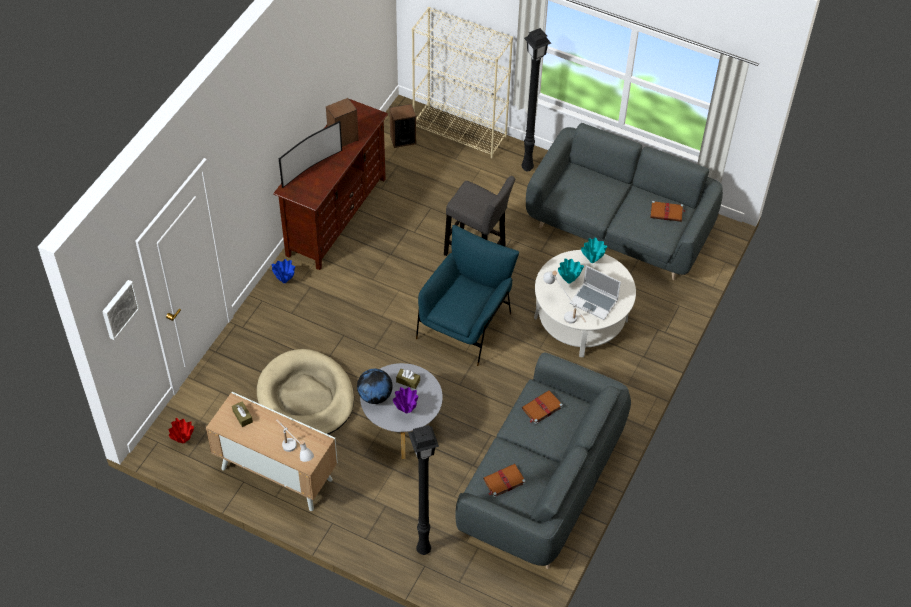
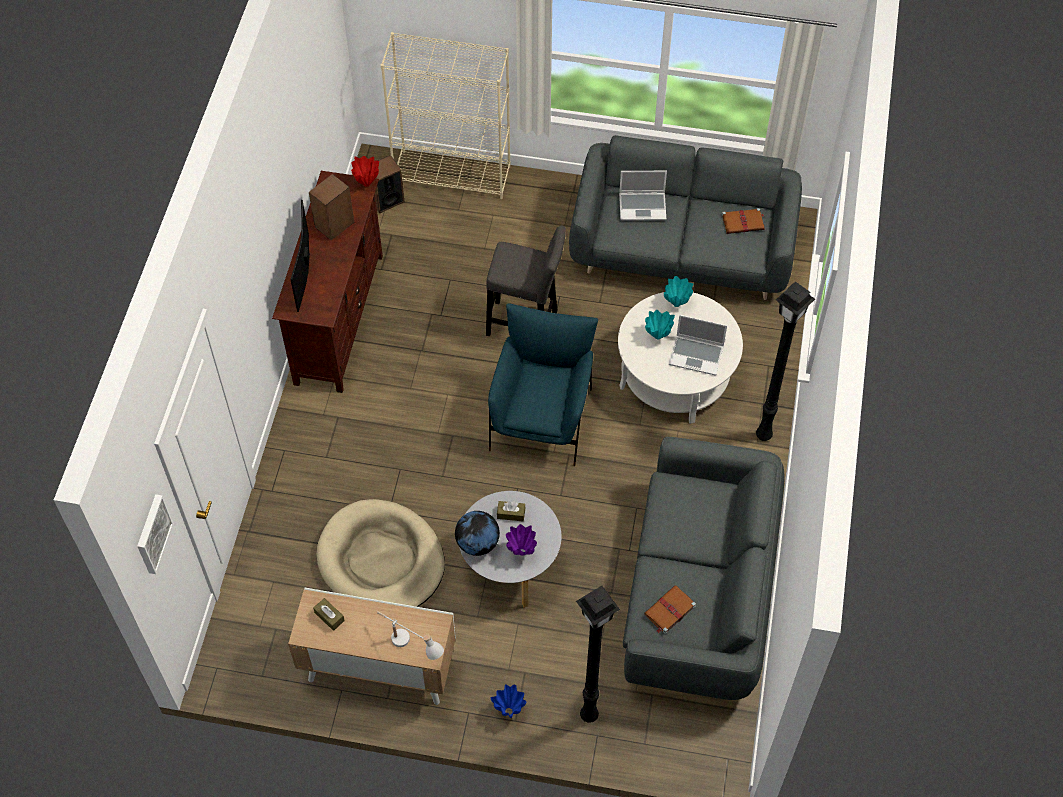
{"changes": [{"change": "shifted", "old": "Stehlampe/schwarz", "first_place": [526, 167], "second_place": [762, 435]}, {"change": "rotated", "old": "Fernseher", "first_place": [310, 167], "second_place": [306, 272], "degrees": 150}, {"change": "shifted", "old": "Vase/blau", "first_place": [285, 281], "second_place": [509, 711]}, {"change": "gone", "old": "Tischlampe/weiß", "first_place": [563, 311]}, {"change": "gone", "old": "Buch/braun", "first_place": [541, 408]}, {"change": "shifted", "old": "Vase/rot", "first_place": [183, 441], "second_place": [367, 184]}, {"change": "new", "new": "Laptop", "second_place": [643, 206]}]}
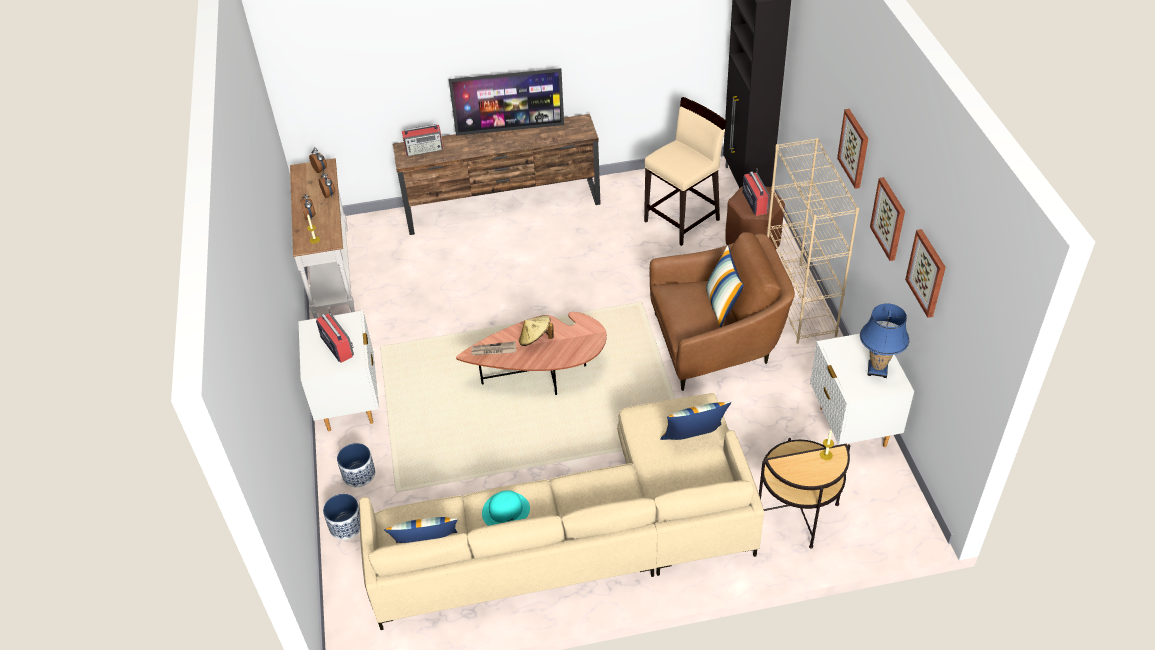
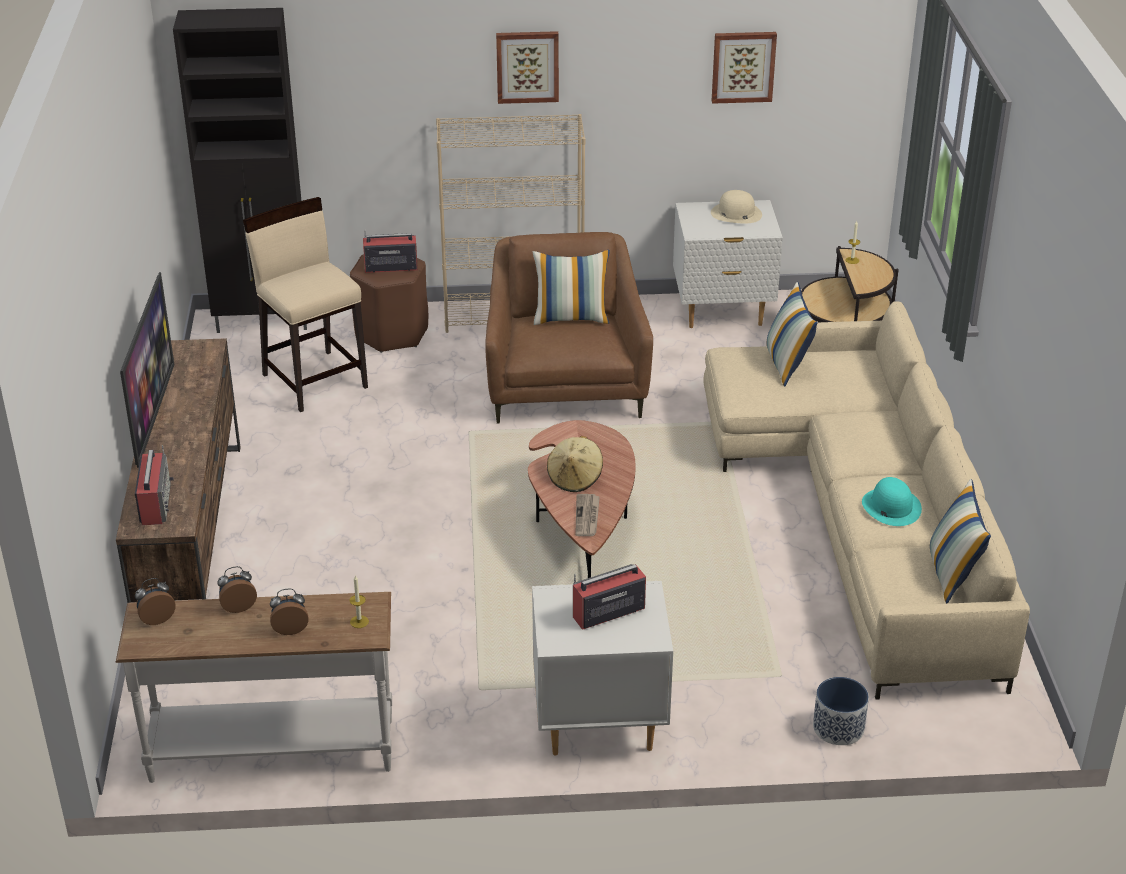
{"changes": [{"change": "gone", "old": "Bild", "first_place": [889, 218]}, {"change": "swapped", "old": "Tischlampe/blau", "new": "Hut/beige", "first_place": [877, 369], "second_place": [736, 213]}, {"change": "gone", "old": "Pflanzkübel", "first_place": [358, 474]}]}
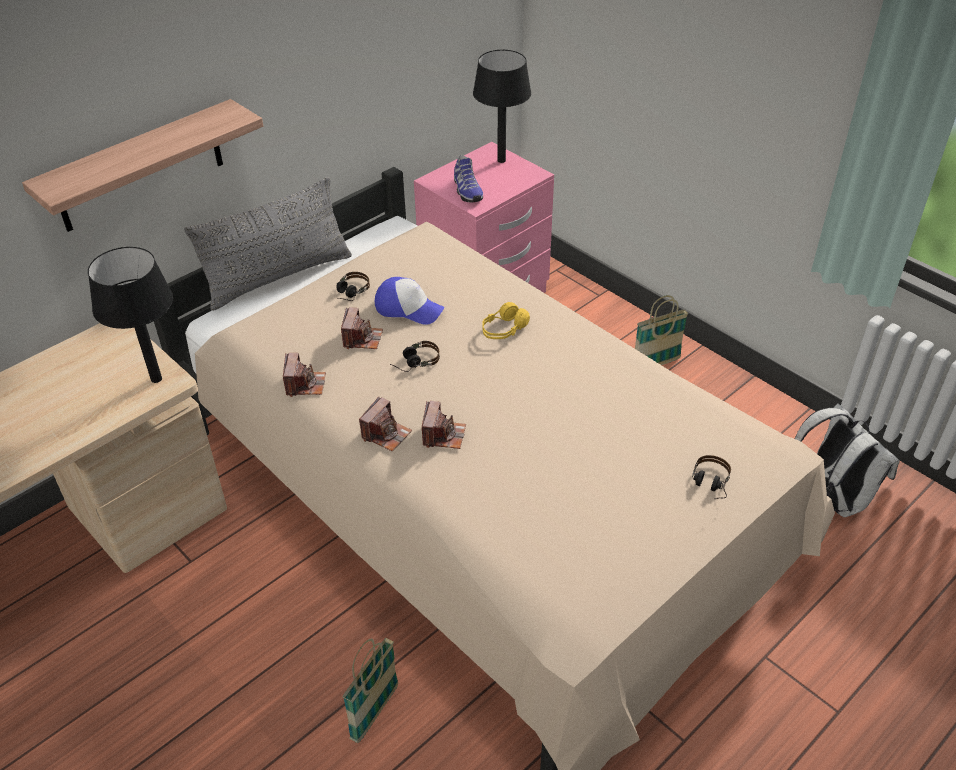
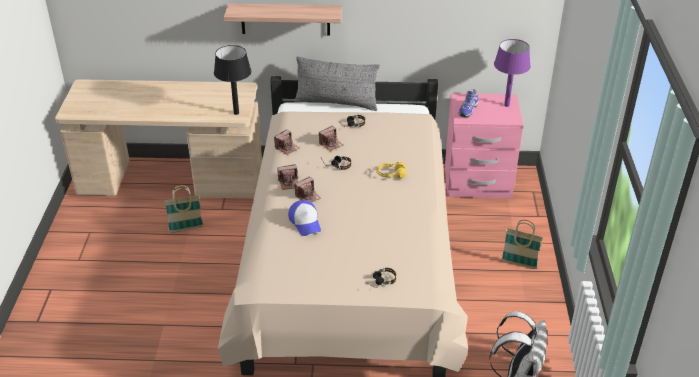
{"changes": [{"change": "repainted", "old": "Tischlampe/schwarz", "new": "Tischlampe/lila", "first_place": [501, 160], "second_place": [507, 105]}, {"change": "shifted", "old": "Kappe", "first_place": [408, 308], "second_place": [305, 222]}, {"change": "shifted", "old": "Korb", "first_place": [375, 712], "second_place": [186, 229]}]}
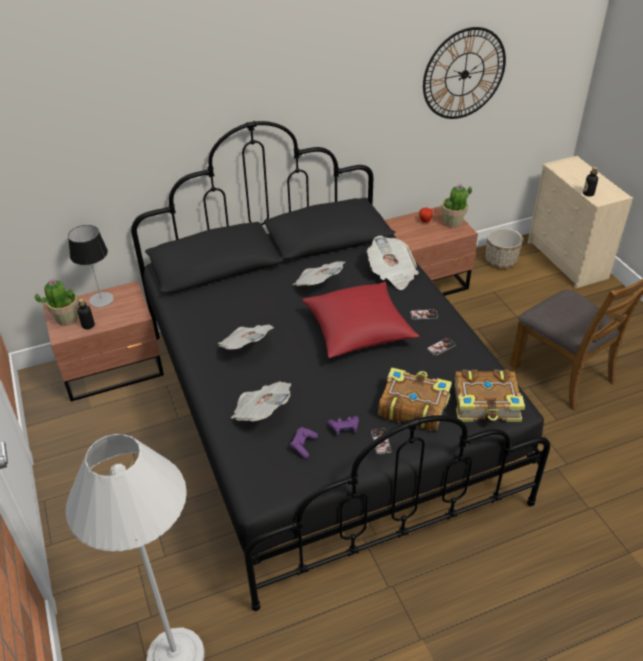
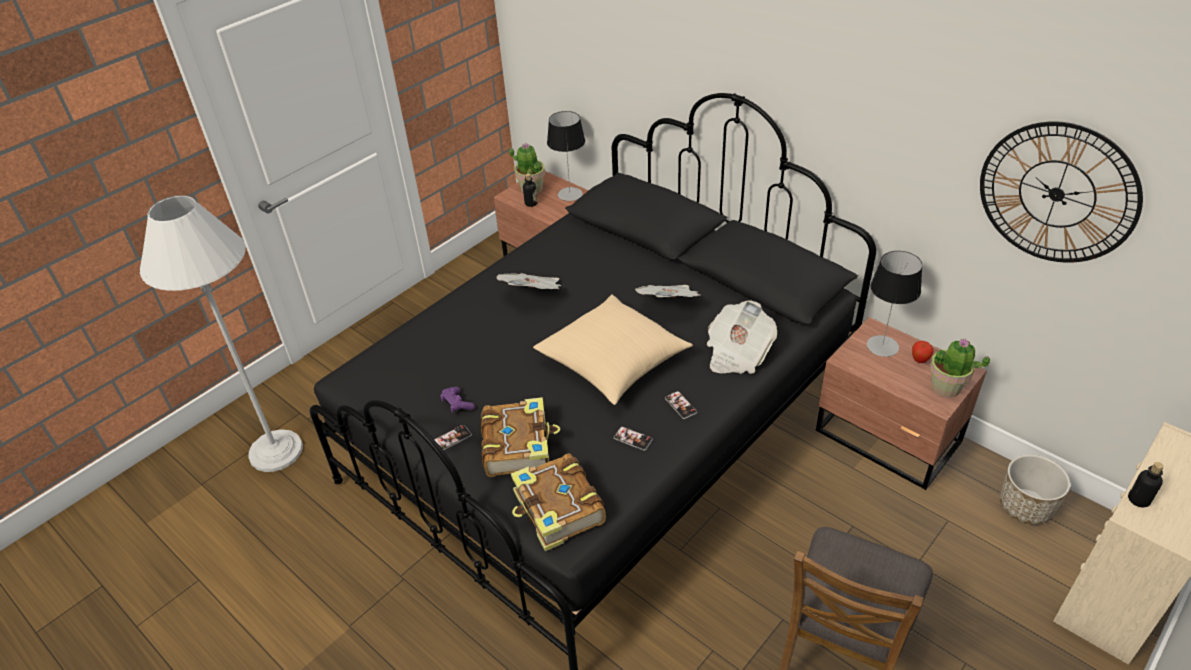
{"changes": [{"change": "repainted", "old": "Kissen/rot", "new": "Kissen/beige", "first_place": [358, 331], "second_place": [613, 361]}, {"change": "gone", "old": "Zeitung", "first_place": [261, 412]}, {"change": "gone", "old": "Gamepad/lila", "first_place": [303, 445]}, {"change": "new", "new": "Tischlampe", "second_place": [882, 346]}]}
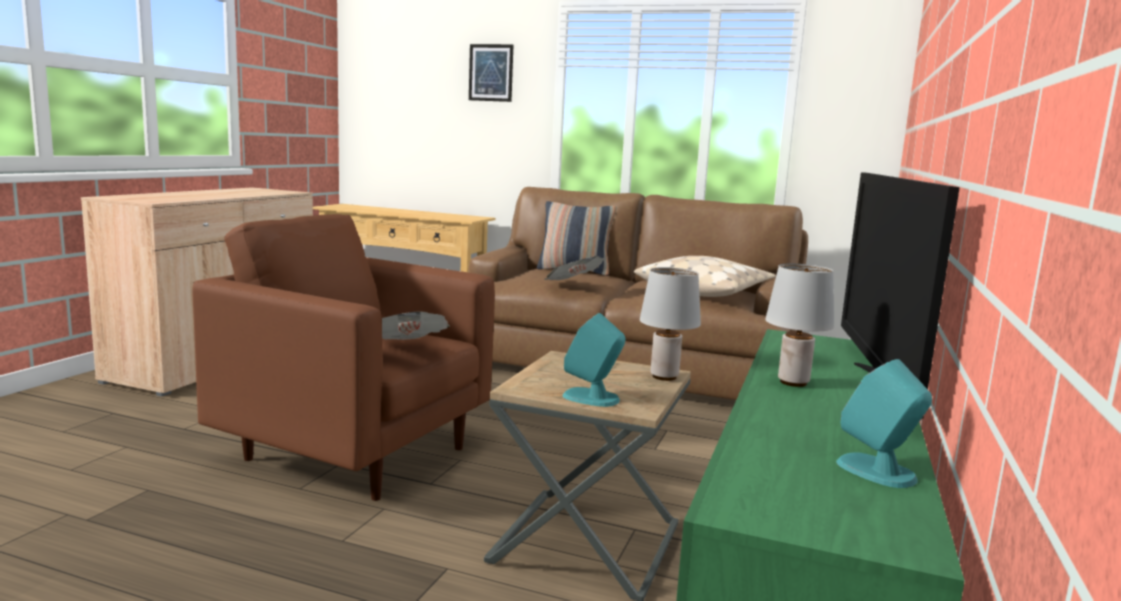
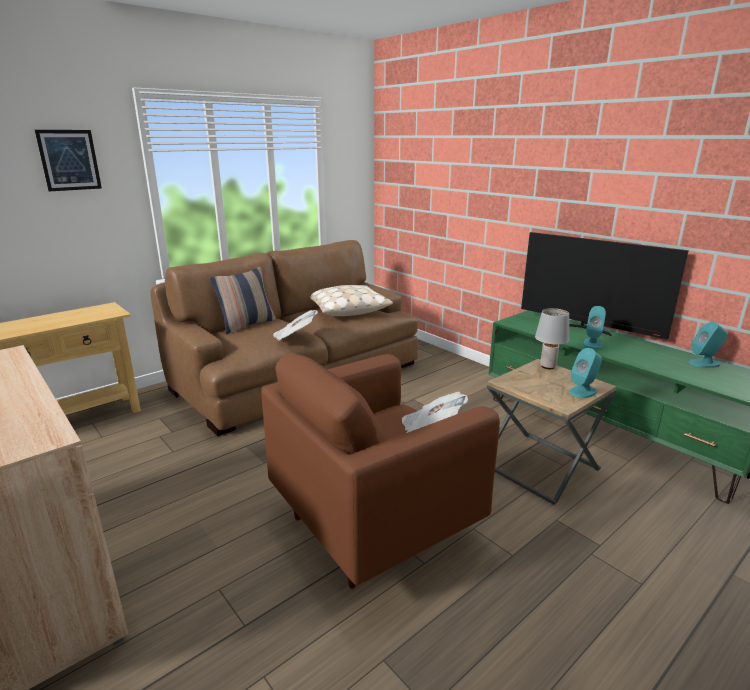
{"changes": [{"change": "swapped", "old": "Tischlampe/grau", "new": "Lautsprecher/türkis", "first_place": [793, 382], "second_place": [592, 344]}]}
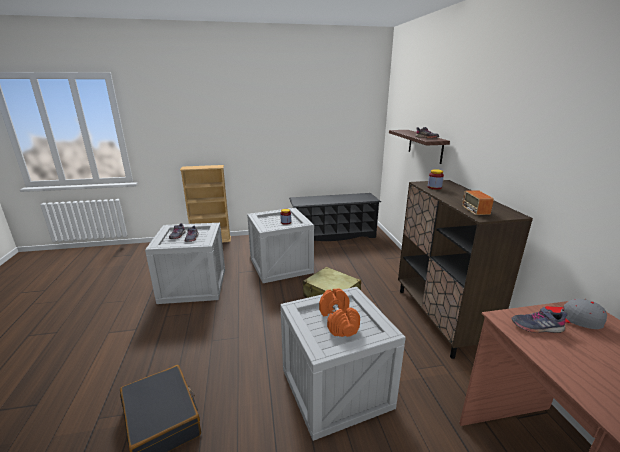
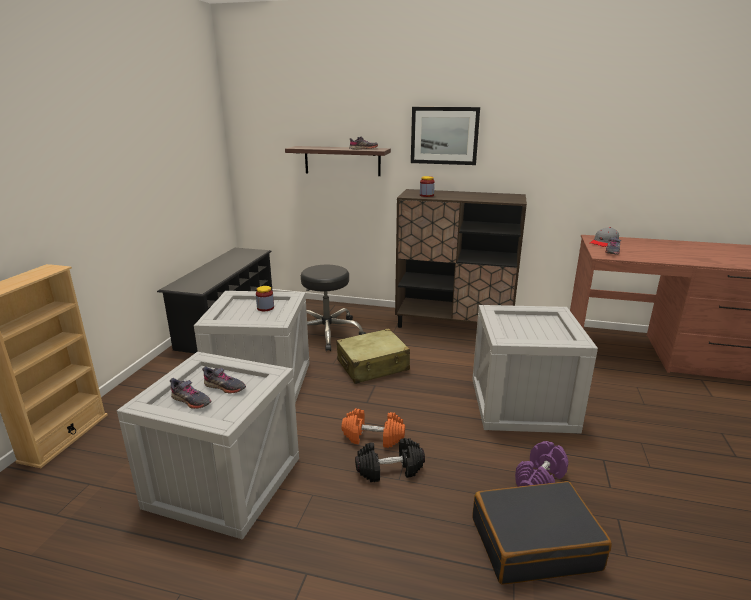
{"changes": [{"change": "gone", "old": "Radio", "first_place": [477, 205]}, {"change": "shifted", "old": "Hantel/orange", "first_place": [338, 321], "second_place": [373, 438]}, {"change": "new", "new": "Bild", "second_place": [444, 135]}, {"change": "new", "new": "Hocker/schwarz", "second_place": [327, 333]}, {"change": "new", "new": "Hantel/schwarz", "second_place": [390, 469]}, {"change": "new", "new": "Hantel/lila", "second_place": [539, 480]}]}
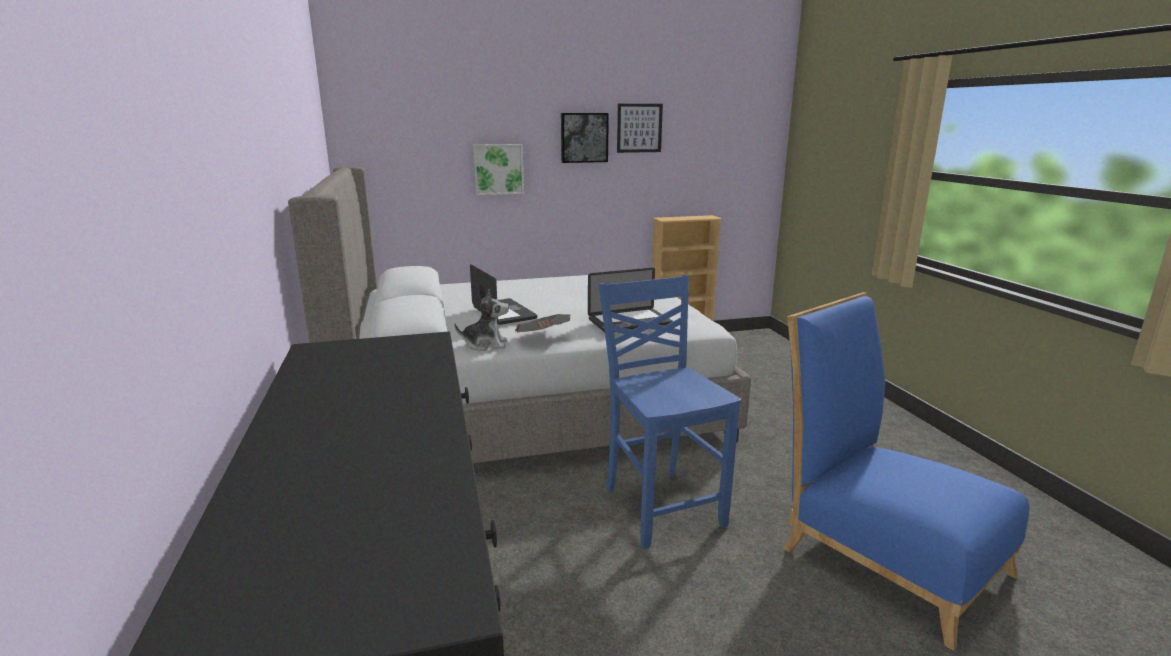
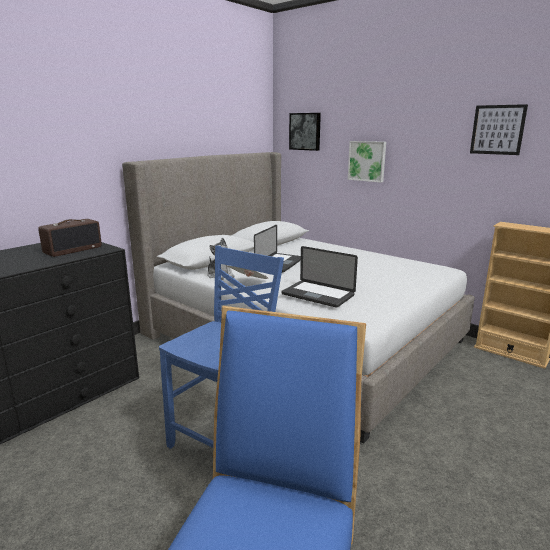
{"changes": [{"change": "shifted", "old": "Bild", "first_place": [584, 137], "second_place": [305, 131]}, {"change": "new", "new": "Radio", "second_place": [73, 250]}]}
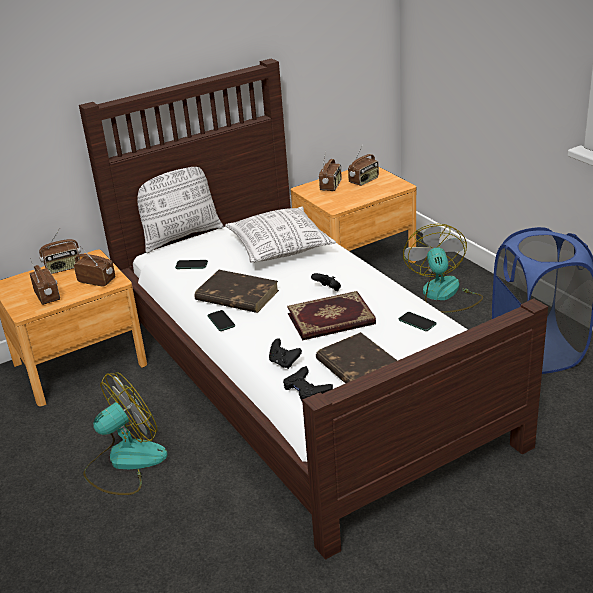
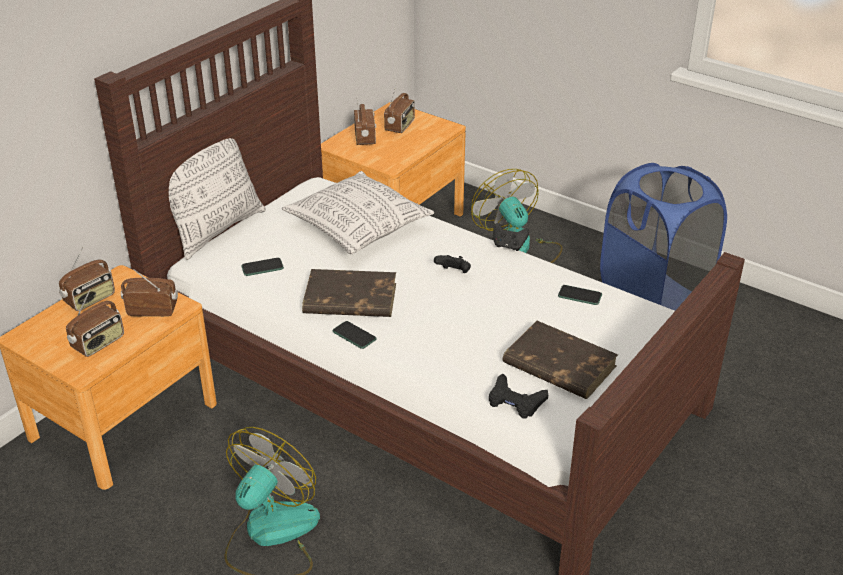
{"changes": [{"change": "rotated", "old": "Radio", "first_place": [48, 296], "second_place": [99, 343], "degrees": 90}, {"change": "gone", "old": "Buch", "first_place": [331, 320]}, {"change": "shifted", "old": "Gamepad/schwarz", "first_place": [284, 363], "second_place": [508, 246]}]}
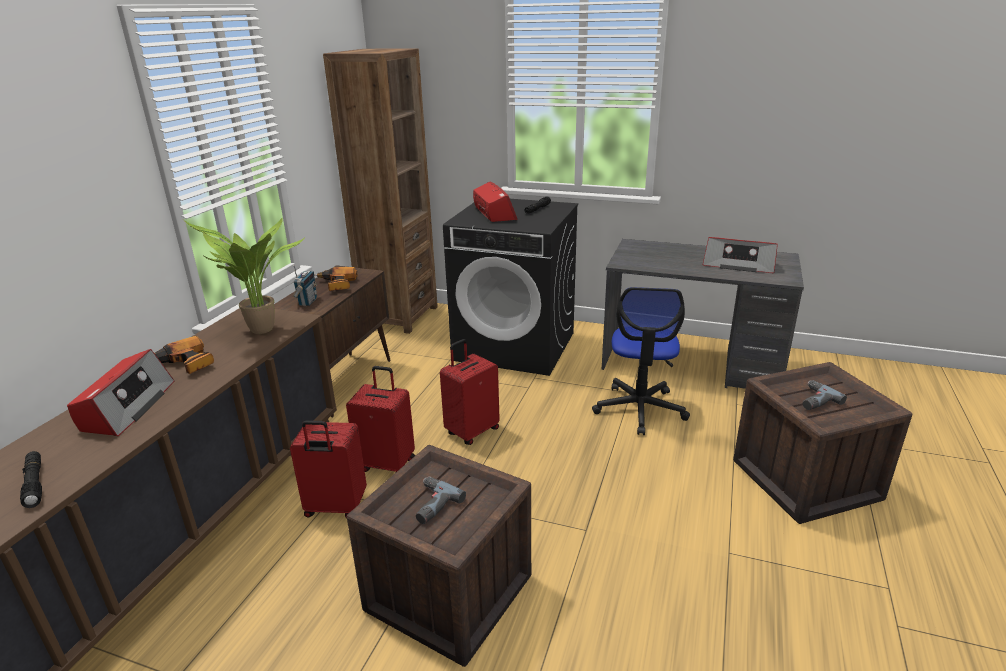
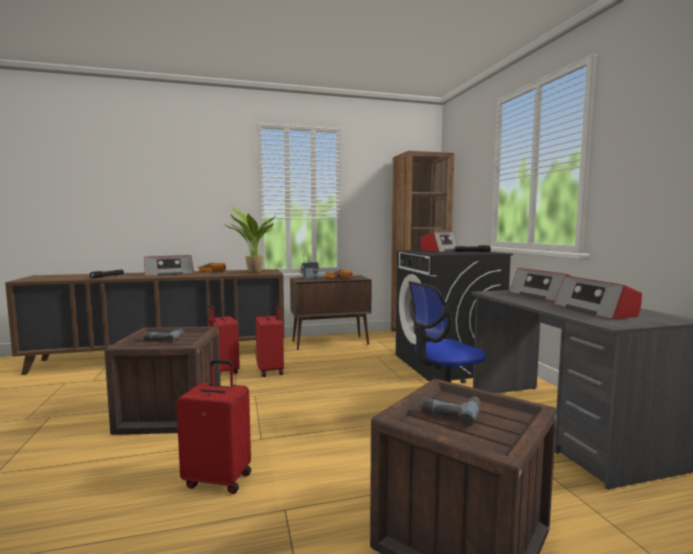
{"changes": [{"change": "shifted", "old": "Koffer/rot", "first_place": [471, 431], "second_place": [219, 479]}, {"change": "new", "new": "Radio", "second_place": [543, 296]}]}
